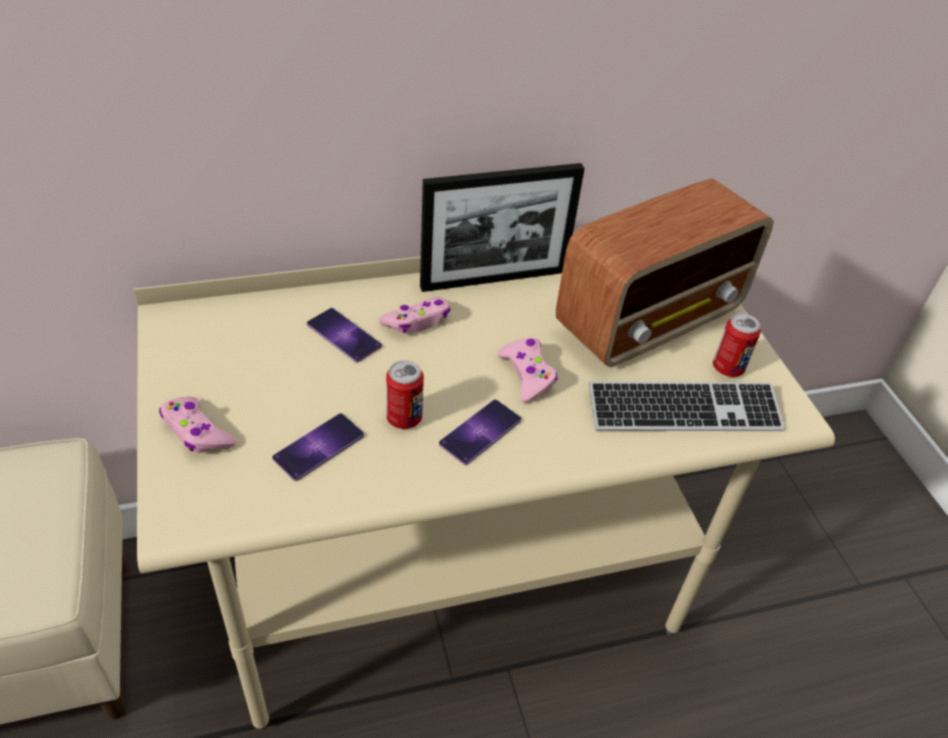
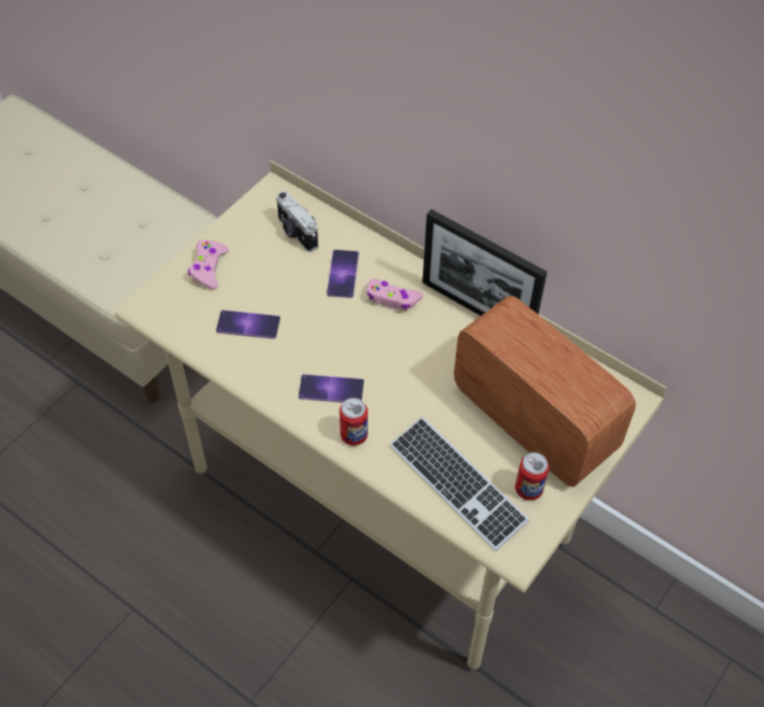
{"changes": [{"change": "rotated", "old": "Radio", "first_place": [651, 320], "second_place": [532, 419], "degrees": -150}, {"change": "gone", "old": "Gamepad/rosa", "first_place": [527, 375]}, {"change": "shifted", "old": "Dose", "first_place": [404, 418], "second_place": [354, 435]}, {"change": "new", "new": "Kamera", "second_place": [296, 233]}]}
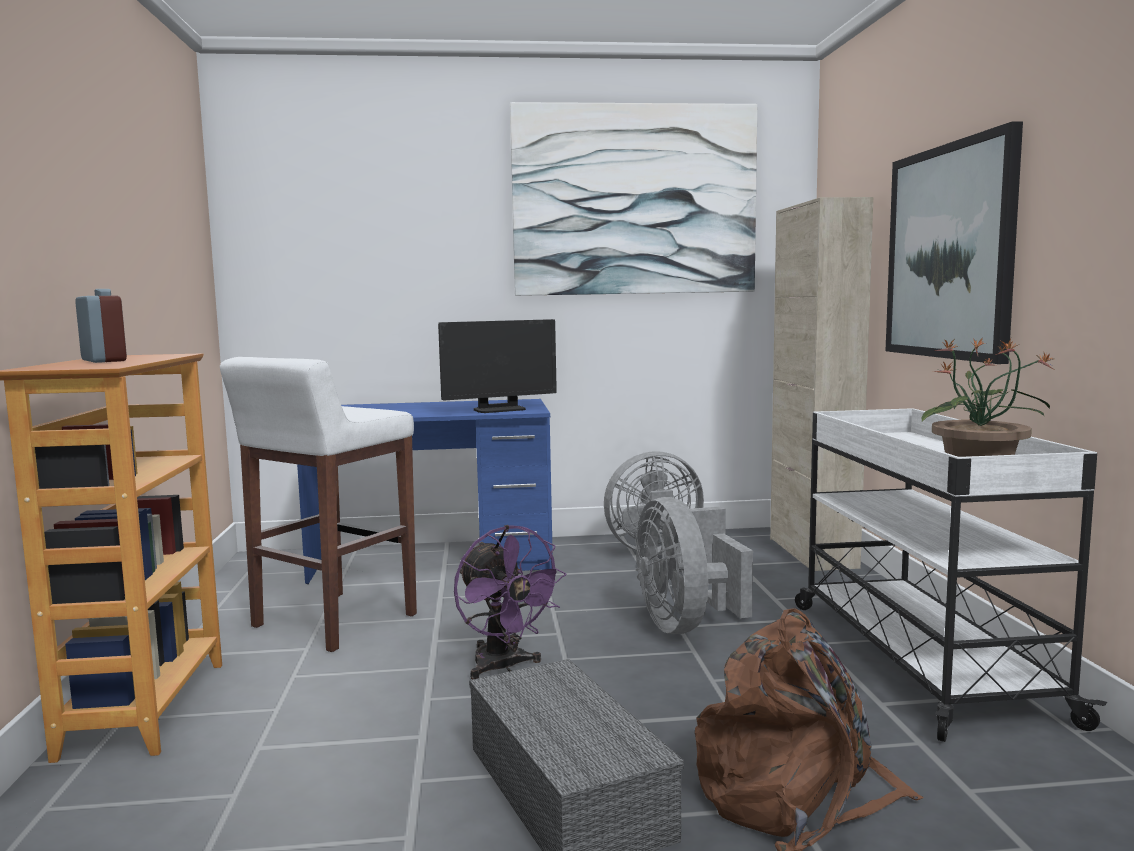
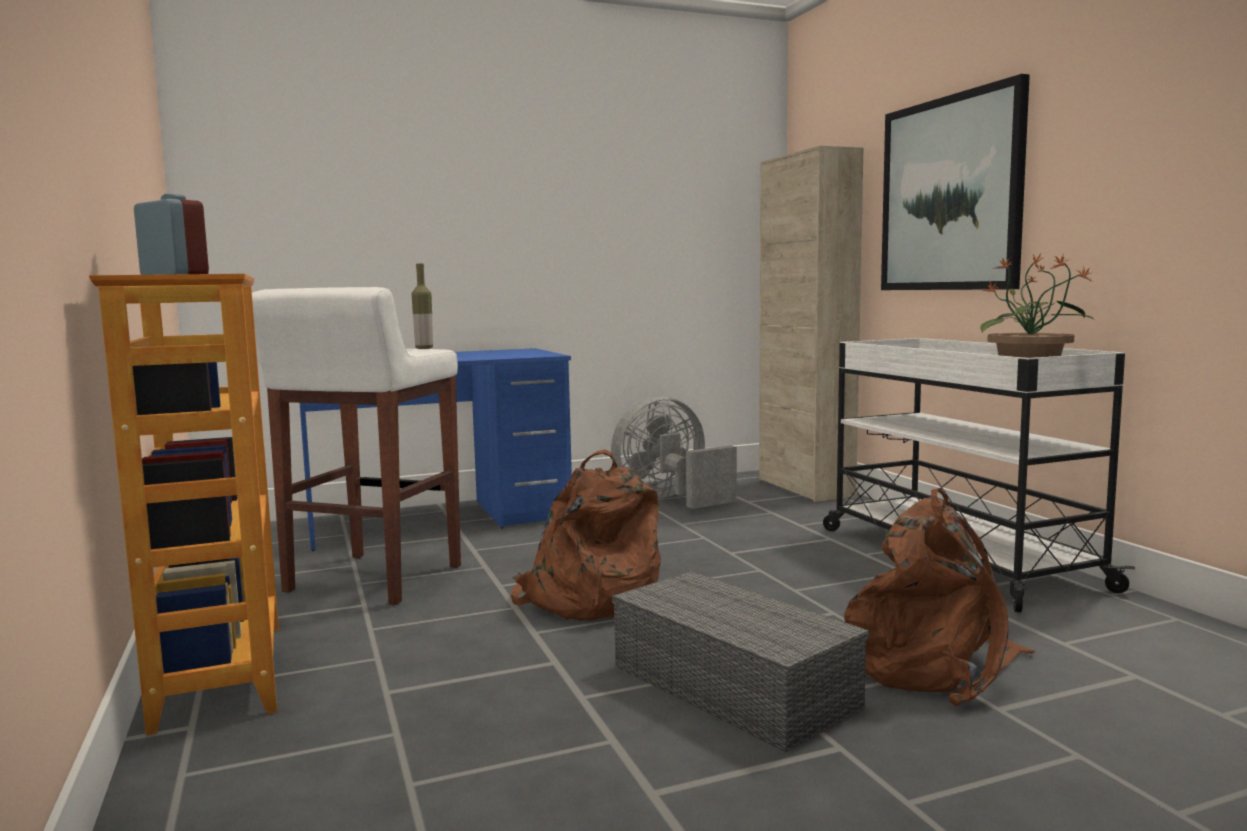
{"changes": [{"change": "gone", "old": "Bild", "first_place": [634, 200]}, {"change": "gone", "old": "Monitor", "first_place": [499, 409]}, {"change": "gone", "old": "Ventilator/grau", "first_place": [684, 625]}, {"change": "swapped", "old": "Ventilator/lila", "new": "Rucksack/braun", "first_place": [504, 667], "second_place": [590, 600]}, {"change": "new", "new": "Flasche", "second_place": [424, 348]}]}
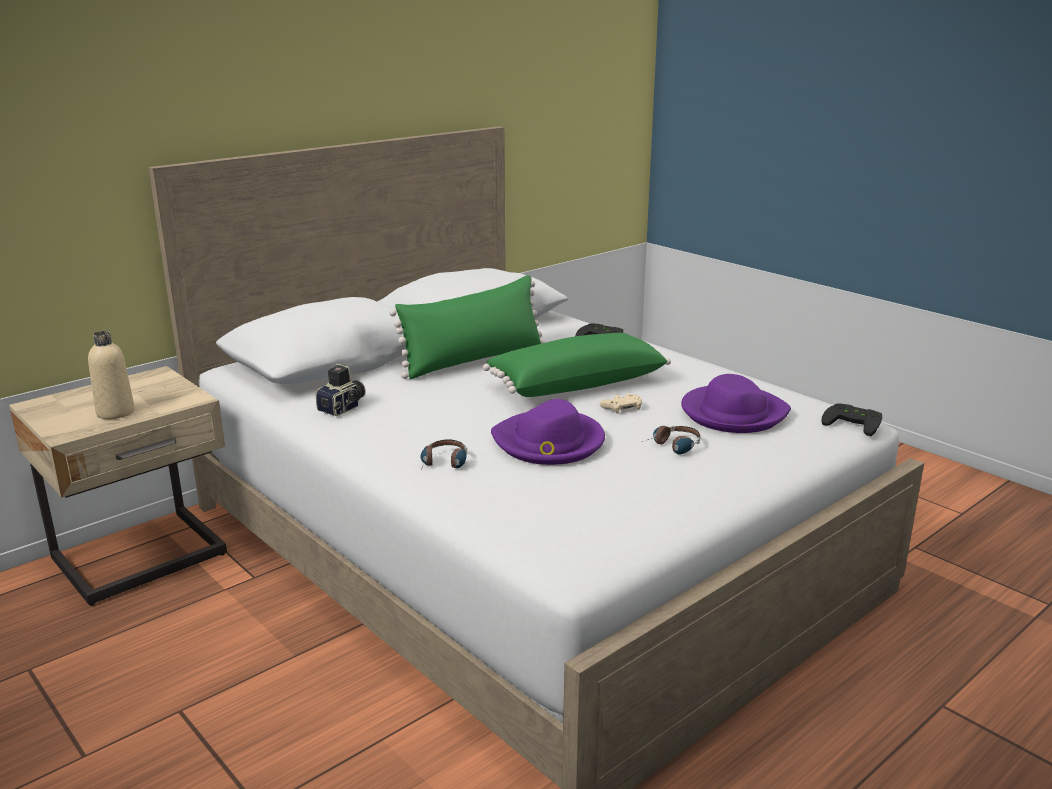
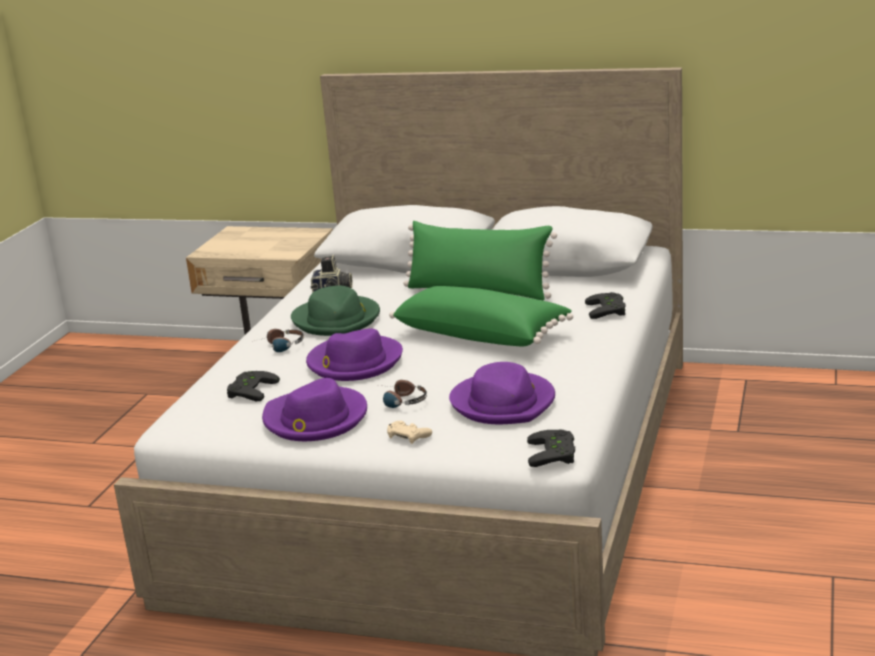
{"changes": [{"change": "gone", "old": "Flasche/beige", "first_place": [115, 412]}, {"change": "shifted", "old": "Gamepad/beige", "first_place": [622, 408], "second_place": [408, 436]}, {"change": "new", "new": "Hut/grün", "second_place": [337, 320]}, {"change": "new", "new": "Gamepad/schwarz", "second_place": [249, 390]}, {"change": "new", "new": "Hut/lila", "second_place": [315, 419]}]}
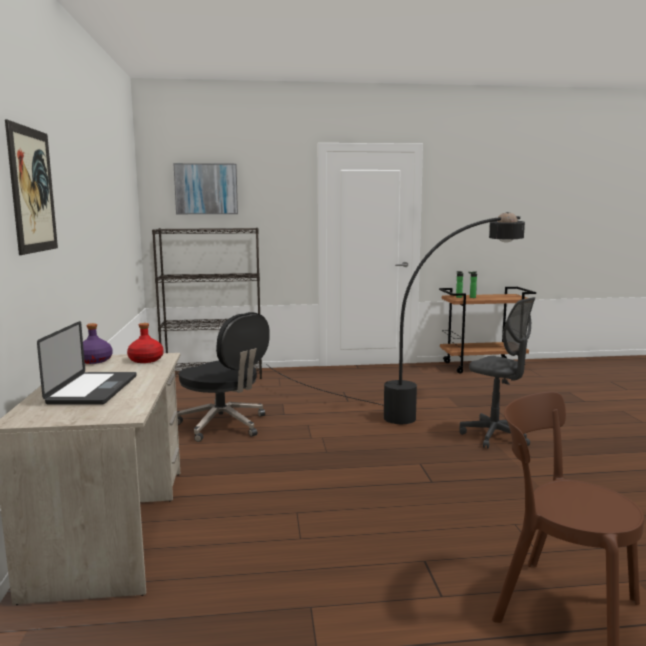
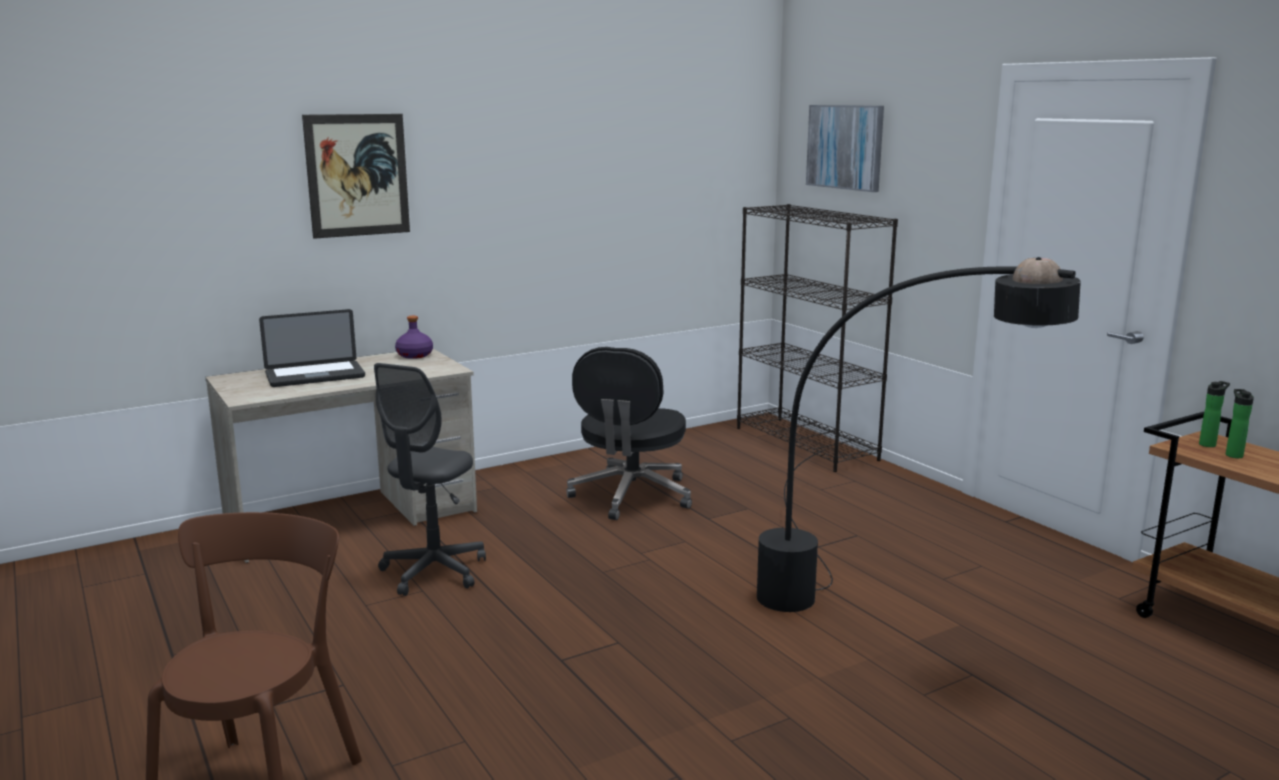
{"changes": [{"change": "shifted", "old": "Bürostuhl/grau", "first_place": [495, 436], "second_place": [434, 572]}, {"change": "gone", "old": "Flasche/rot", "first_place": [146, 360]}]}
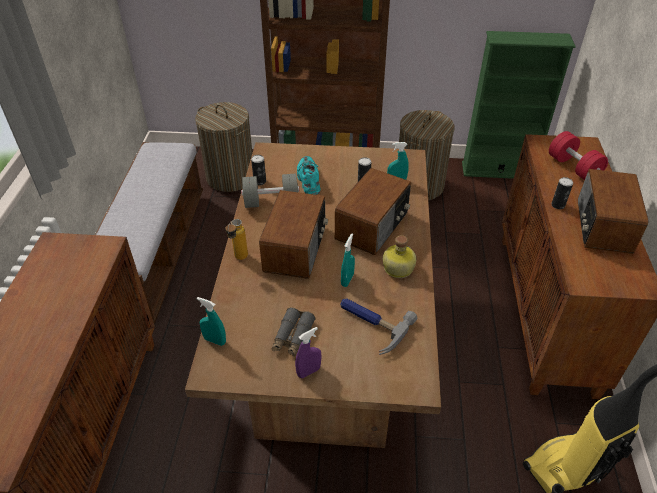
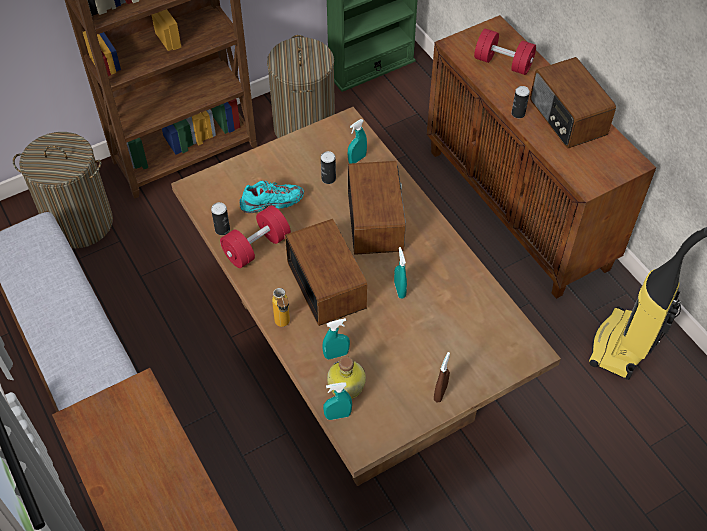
{"changes": [{"change": "rotated", "old": "Schuh/türkis", "first_place": [308, 181], "second_place": [271, 203], "degrees": 120}, {"change": "repainted", "old": "Hantel/grau", "new": "Hantel/rot", "first_place": [271, 202], "second_place": [256, 247]}, {"change": "shifted", "old": "Flasche", "first_place": [397, 268], "second_place": [345, 386]}, {"change": "gone", "old": "Hammer", "first_place": [371, 324]}, {"change": "gone", "old": "Fernglas/grau", "first_place": [292, 337]}, {"change": "repainted", "old": "Sprühflasche/lila", "new": "Sprühflasche/braun", "first_place": [308, 371], "second_place": [440, 393]}, {"change": "new", "new": "Sprühflasche/türkis", "second_place": [336, 354]}]}
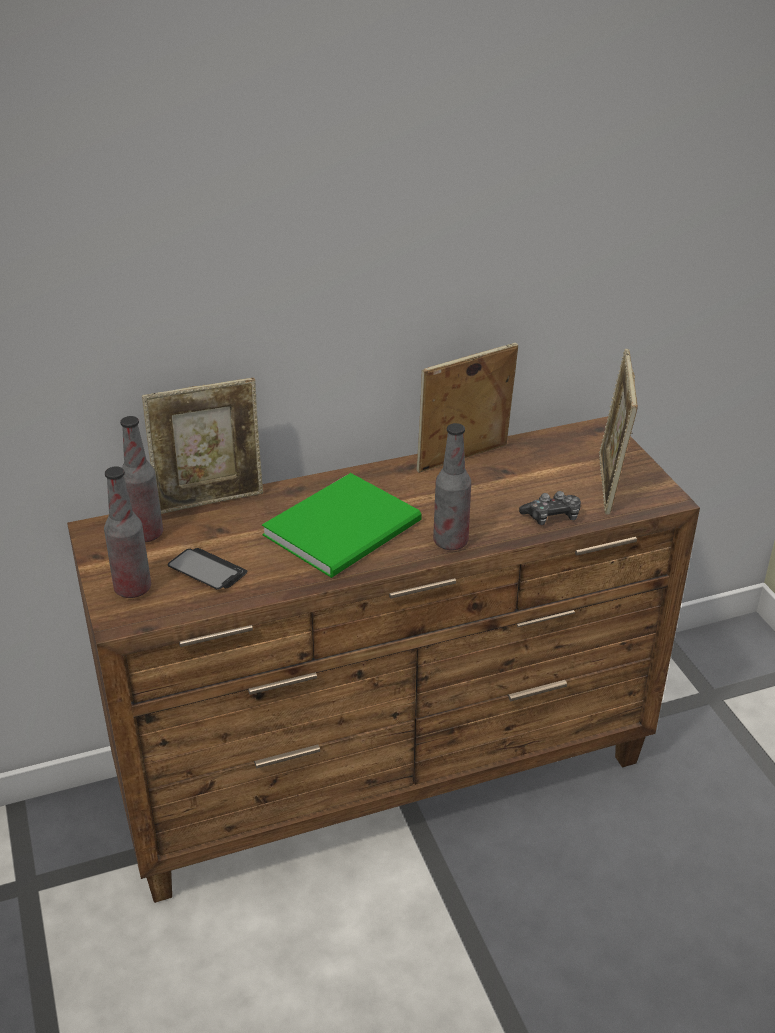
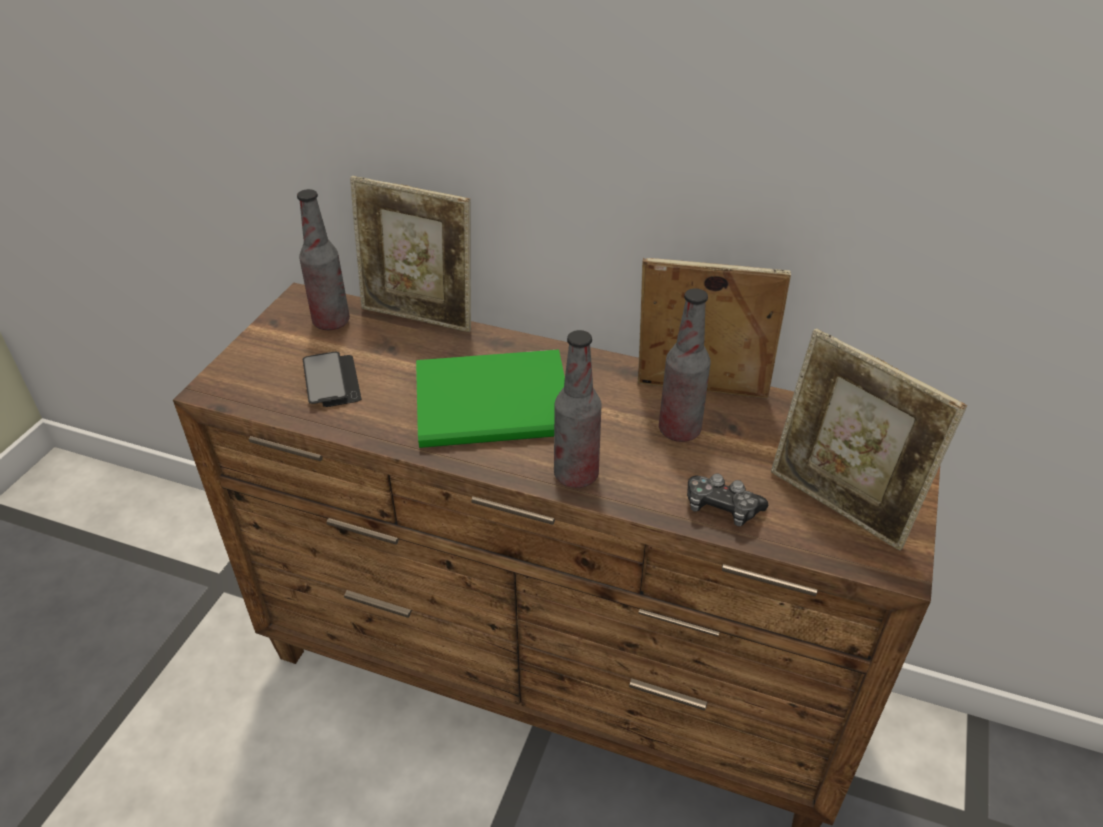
{"changes": [{"change": "rotated", "old": "Bilderrahmen", "first_place": [609, 484], "second_place": [839, 506], "degrees": -90}, {"change": "shifted", "old": "Flasche", "first_place": [133, 589], "second_place": [679, 430]}]}
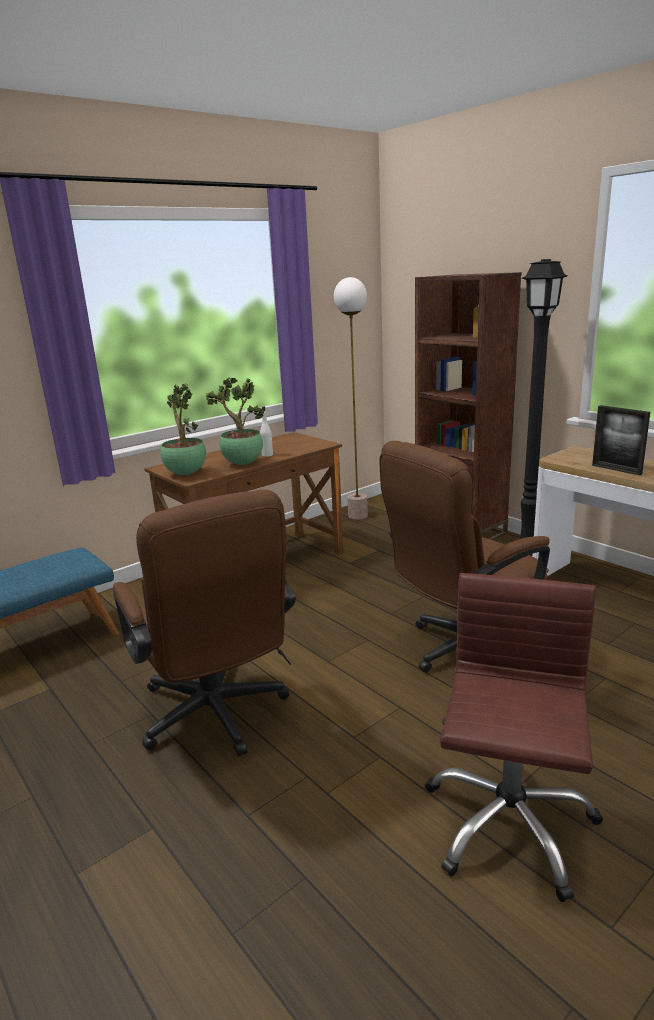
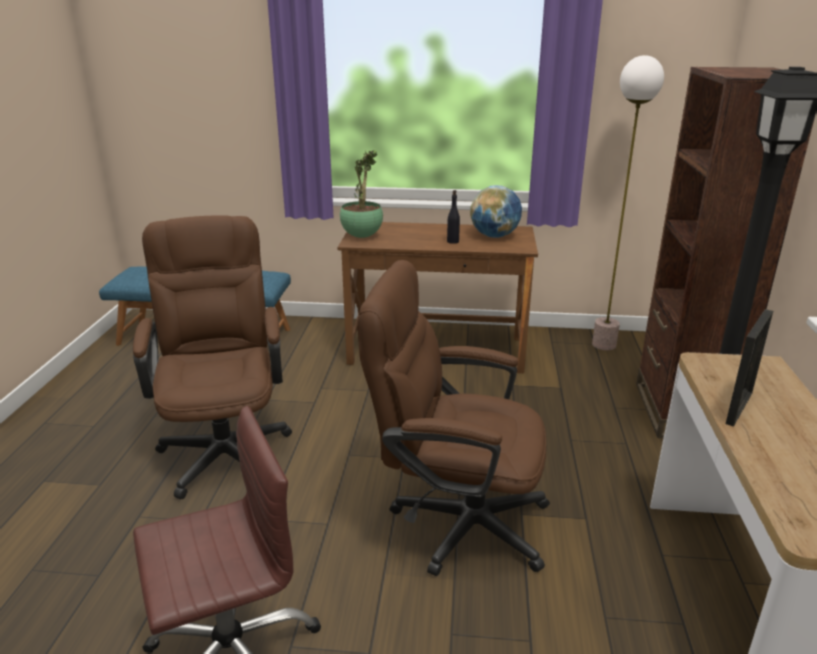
{"changes": [{"change": "gone", "old": "Topfpflanze", "first_place": [242, 464]}, {"change": "rotated", "old": "Bilderrahmen", "first_place": [616, 469], "second_place": [739, 408], "degrees": -150}, {"change": "repainted", "old": "Flasche/weiß", "new": "Flasche/schwarz", "first_place": [267, 455], "second_place": [453, 241]}, {"change": "rotated", "old": "Bürostuhl/braun", "first_place": [217, 718], "second_place": [226, 445], "degrees": 150}, {"change": "new", "new": "Globus", "second_place": [494, 236]}]}
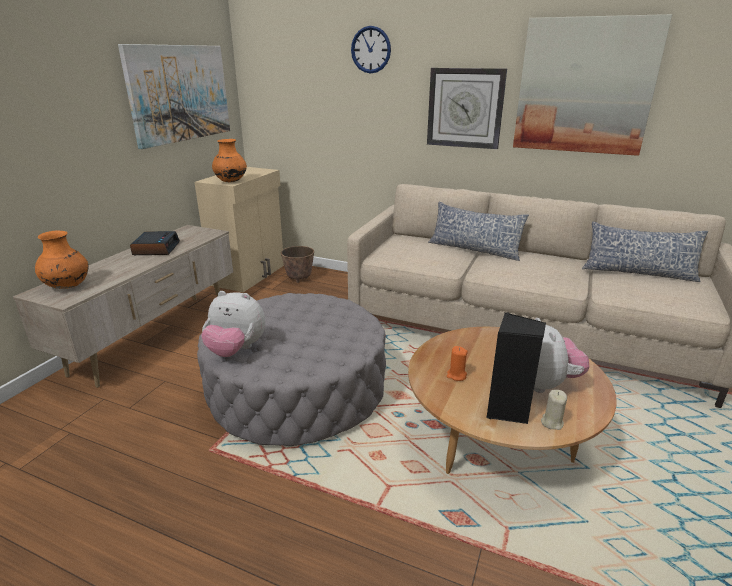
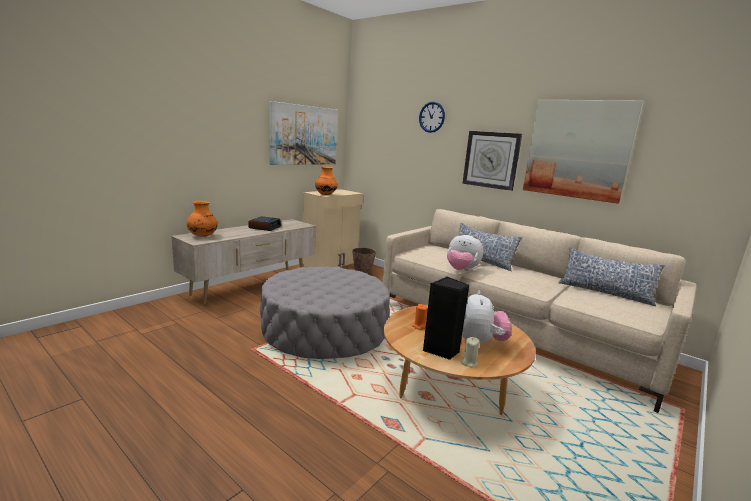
{"changes": [{"change": "shifted", "old": "Plüschtier", "first_place": [236, 350], "second_place": [461, 270]}]}
